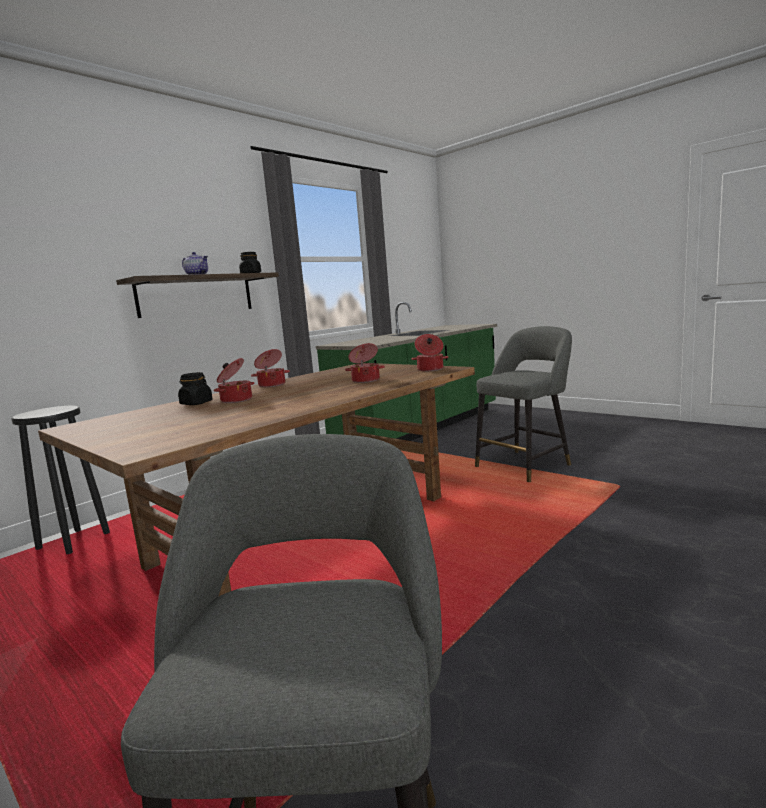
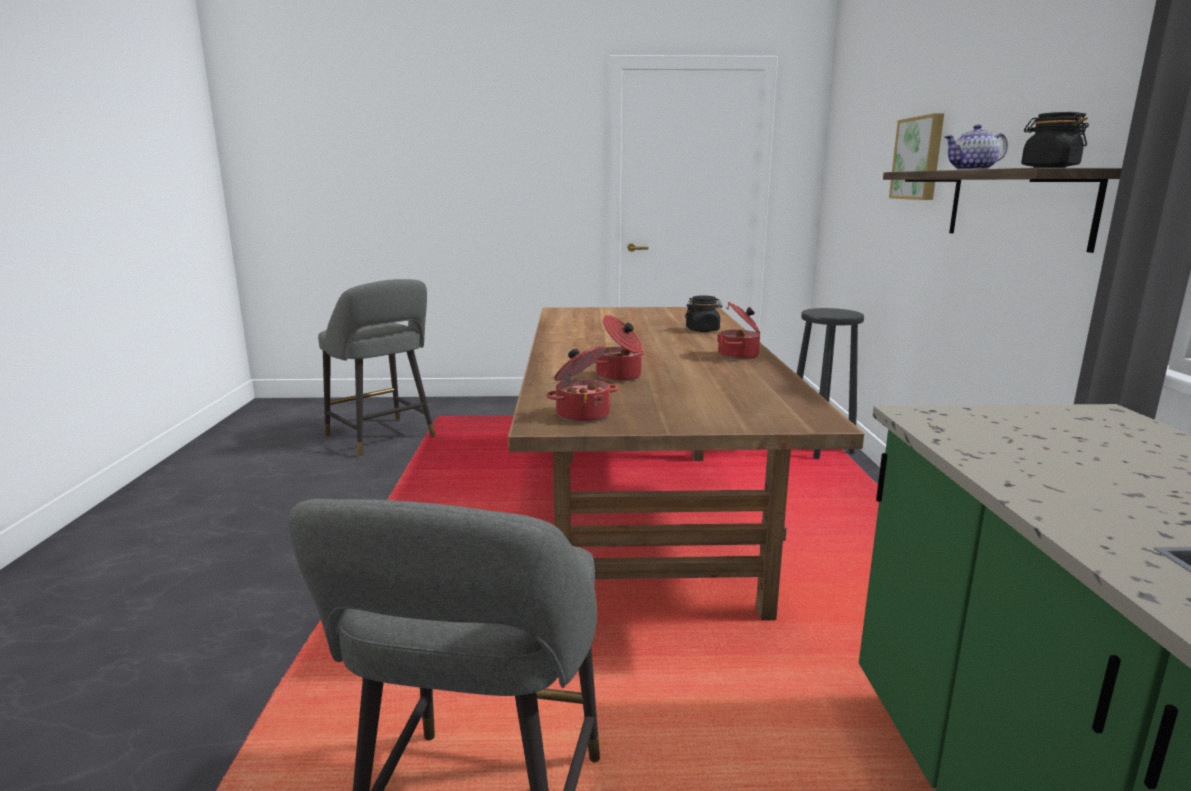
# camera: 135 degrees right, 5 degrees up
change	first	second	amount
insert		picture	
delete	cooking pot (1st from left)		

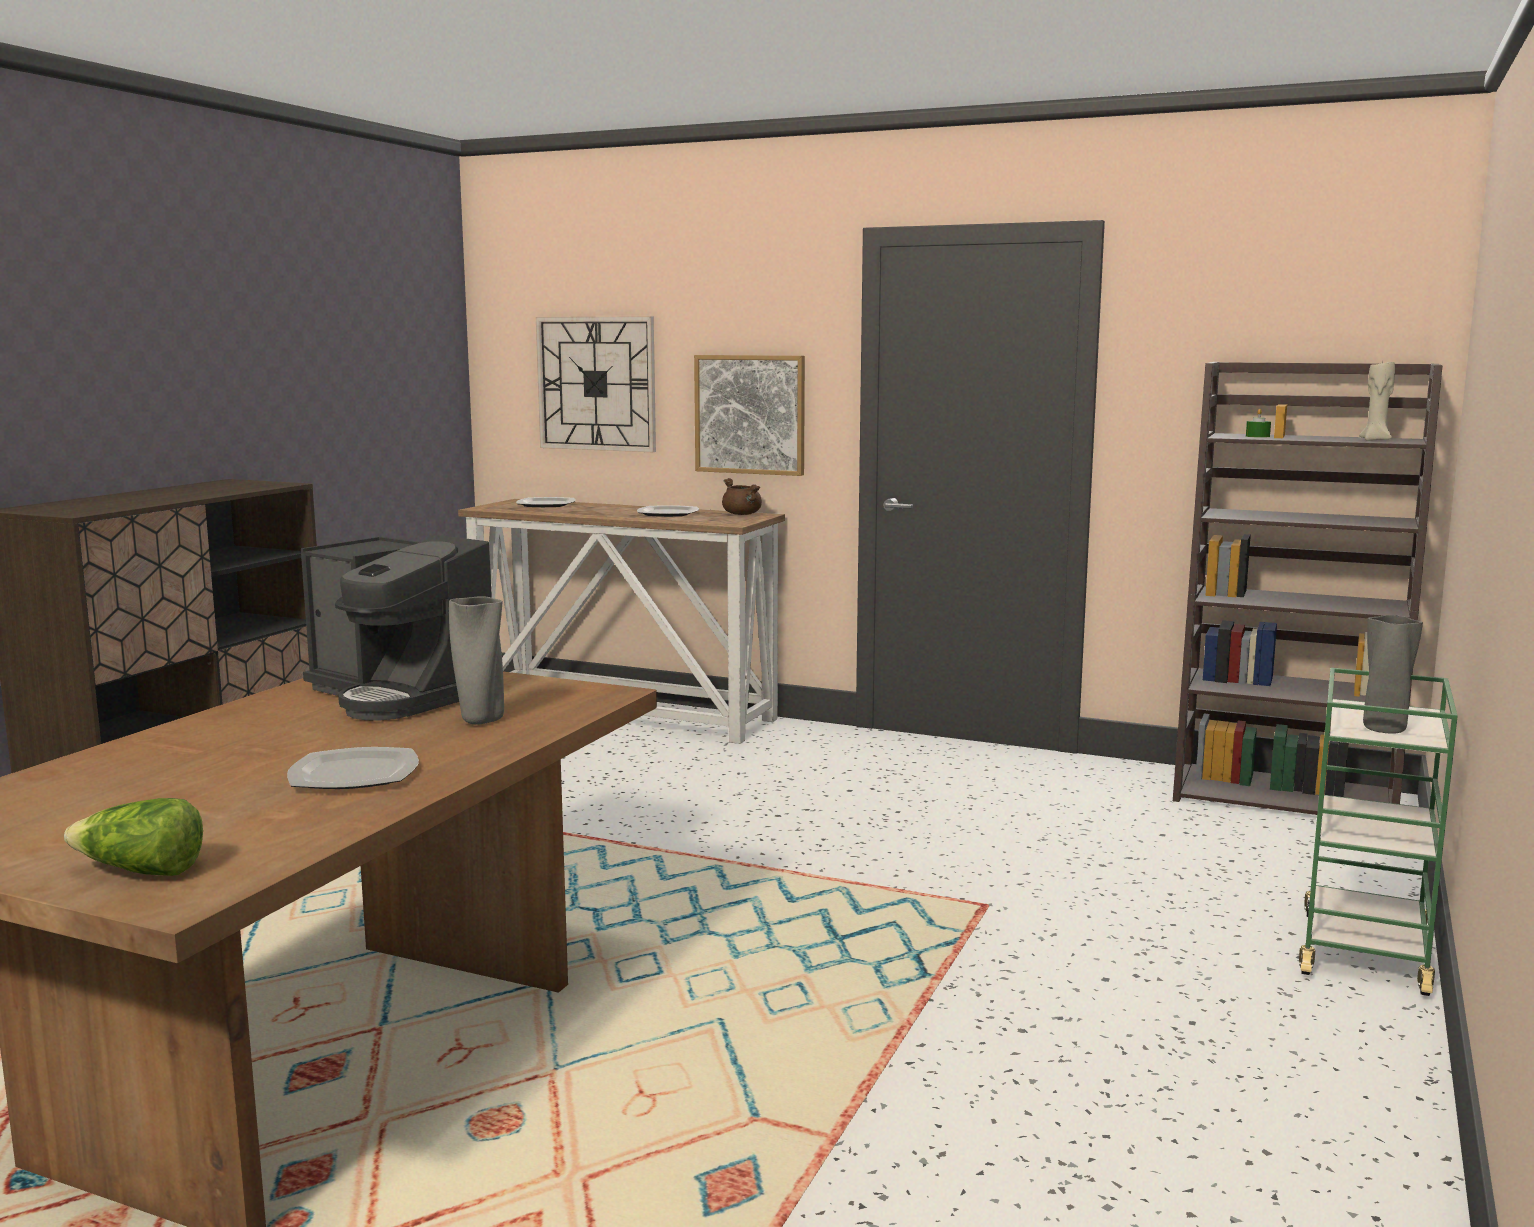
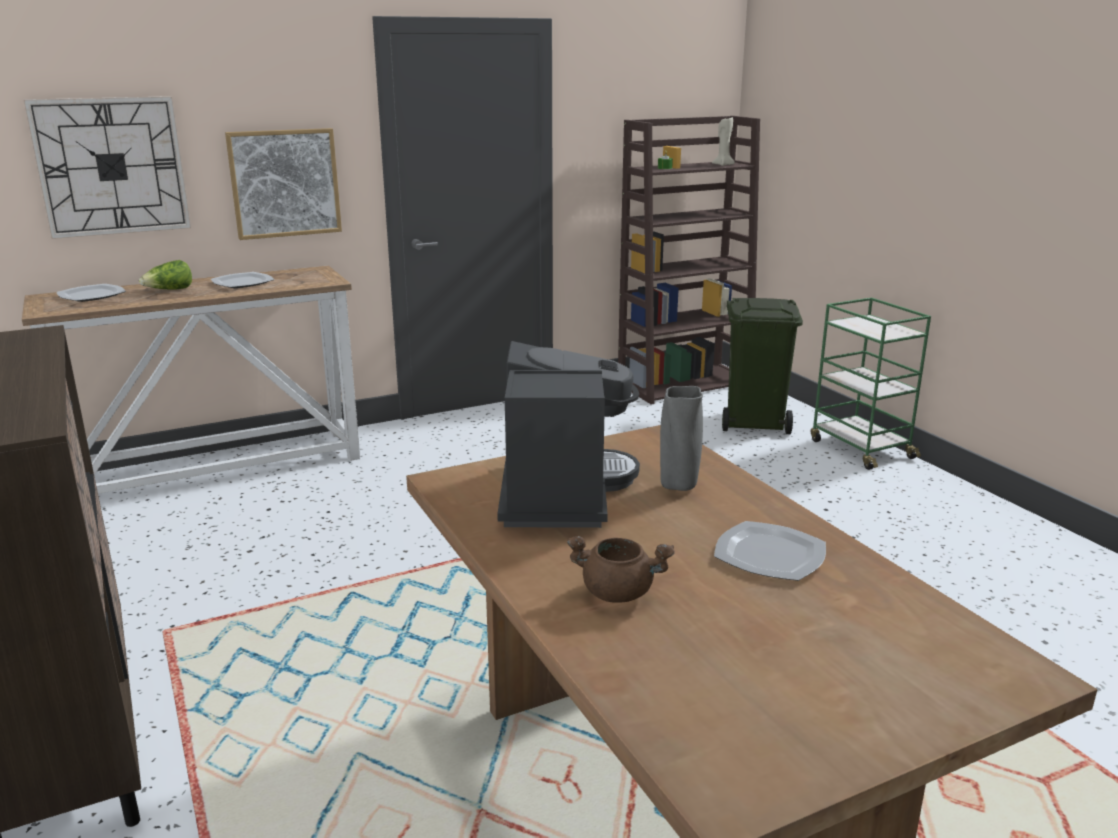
# camera: 50 degrees left, 10 degrees up
change	first	second	amount
move	lettuce head		
rotate	coffee maker		75 degrees counterclockwise
move	brown cooking pot		
insert		green-coloured trash can	
delete	greyish flower vase (2nd from left)		

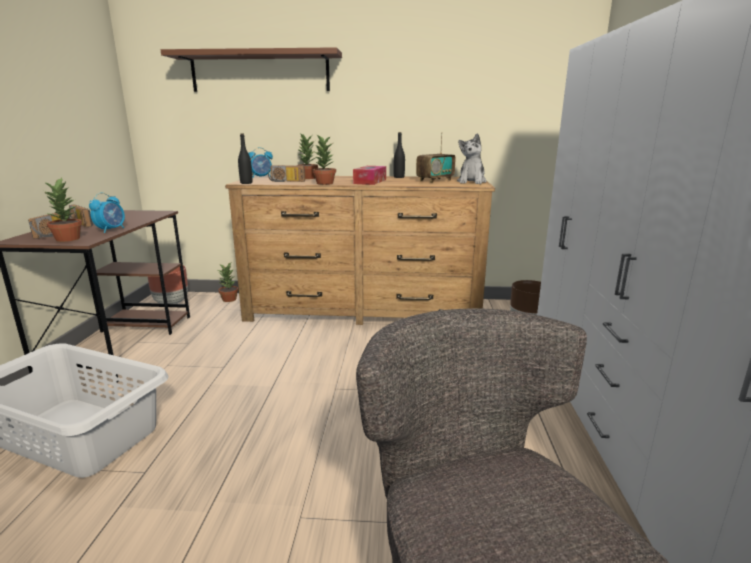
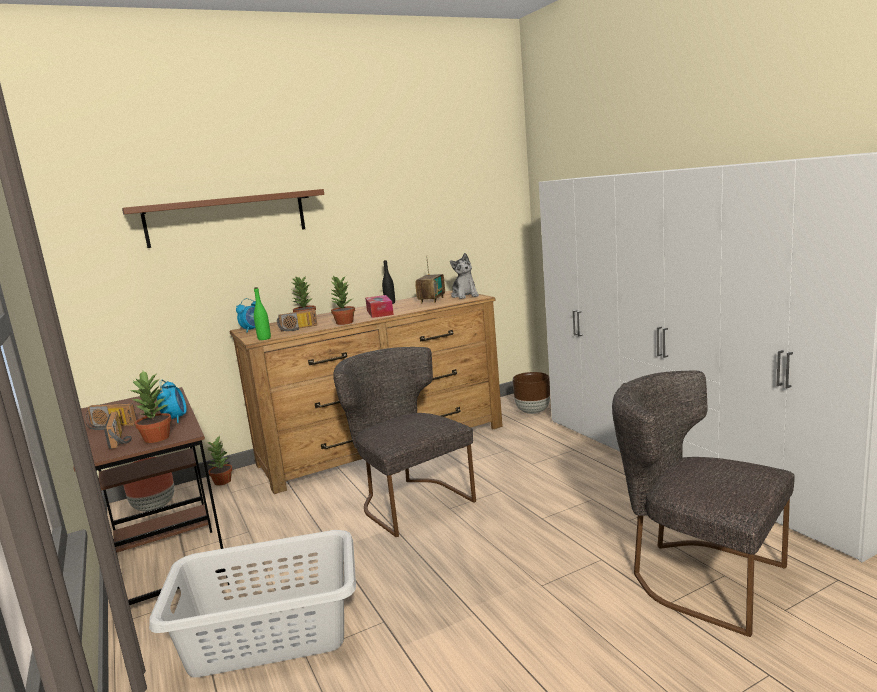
# camera: 30 degrees left, 5 degrees down
change	first	second	amount
recolor	black bottle (1st from left)	green-coloured bottle	
insert		greyish chair (1st from left)	

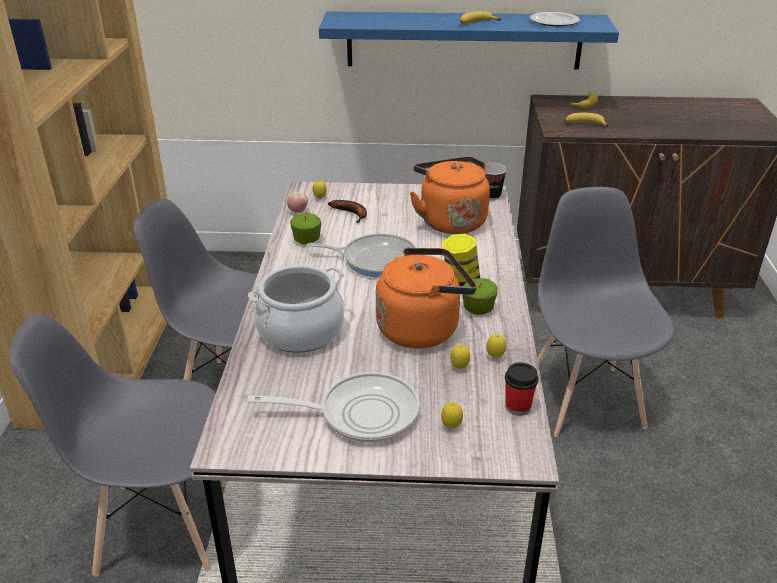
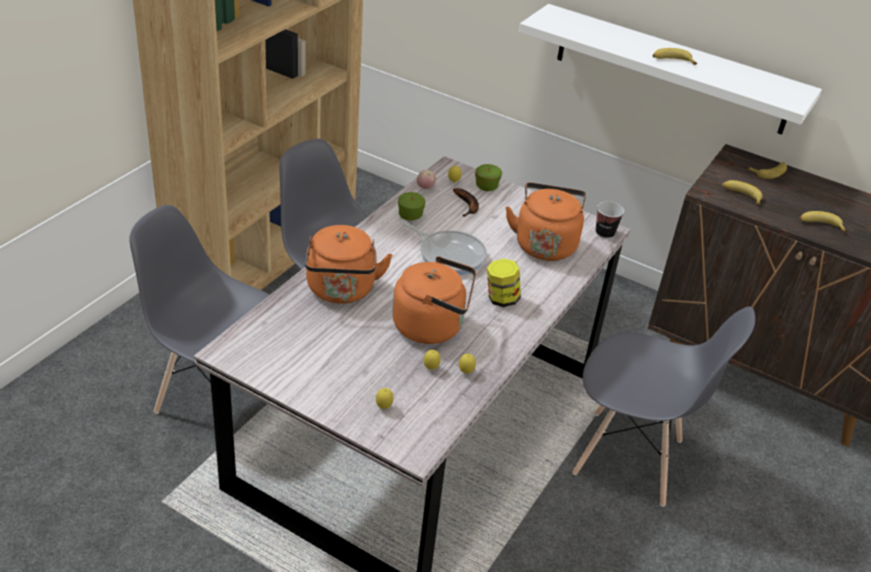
# camera: 25 degrees right, 5 degrees up
change	first	second	amount
replace	cooking pot	orangey water kettle (1st from left)	
move	whole apple (3rd from left)		
recolor	blue-coloured wall shelf	whitish wall shelf	
rotate	greyish chair (3rd from left)		90 degrees clockwise
insert		banana fruit (5th from left)	
delete	pan (1st from left)		
delete	cup (2nd from left)		
delete	plate		

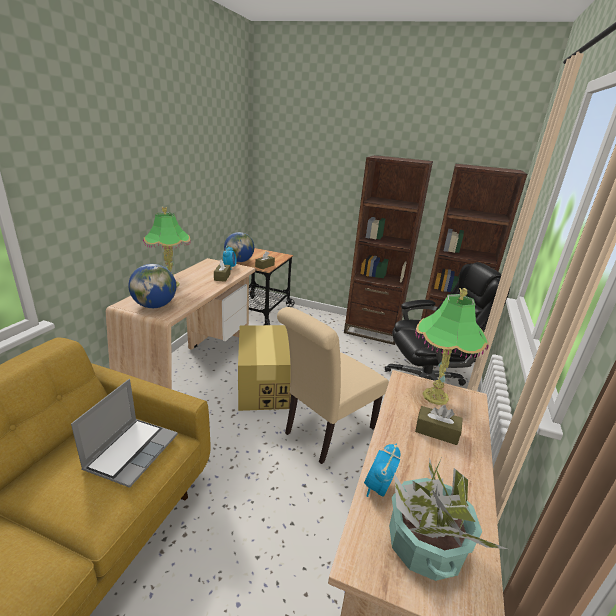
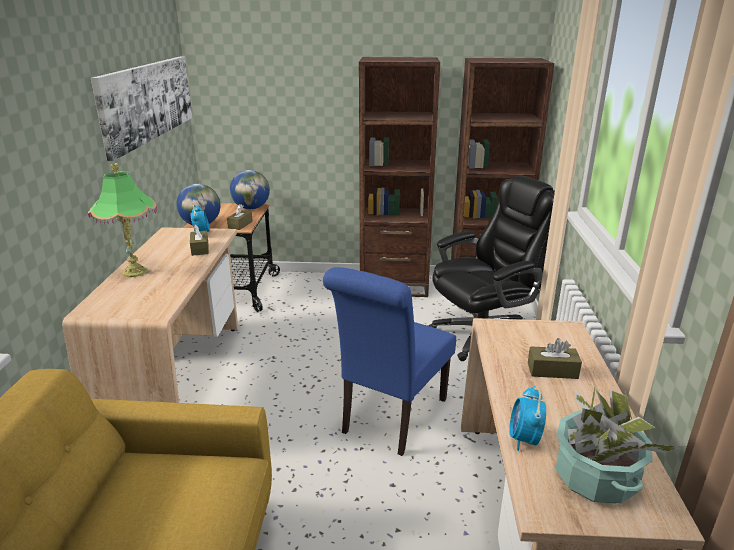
# camera: 15 degrees left, 0 degrees up
change	first	second	amount
insert		picture	
move	world globe (1st from left in the first image)	world globe (2nd from left)	
recolor	beige-coloured chair	blue-coloured chair	
delete	laptop		
delete	carton		
delete	table lamp (2nd from left)		

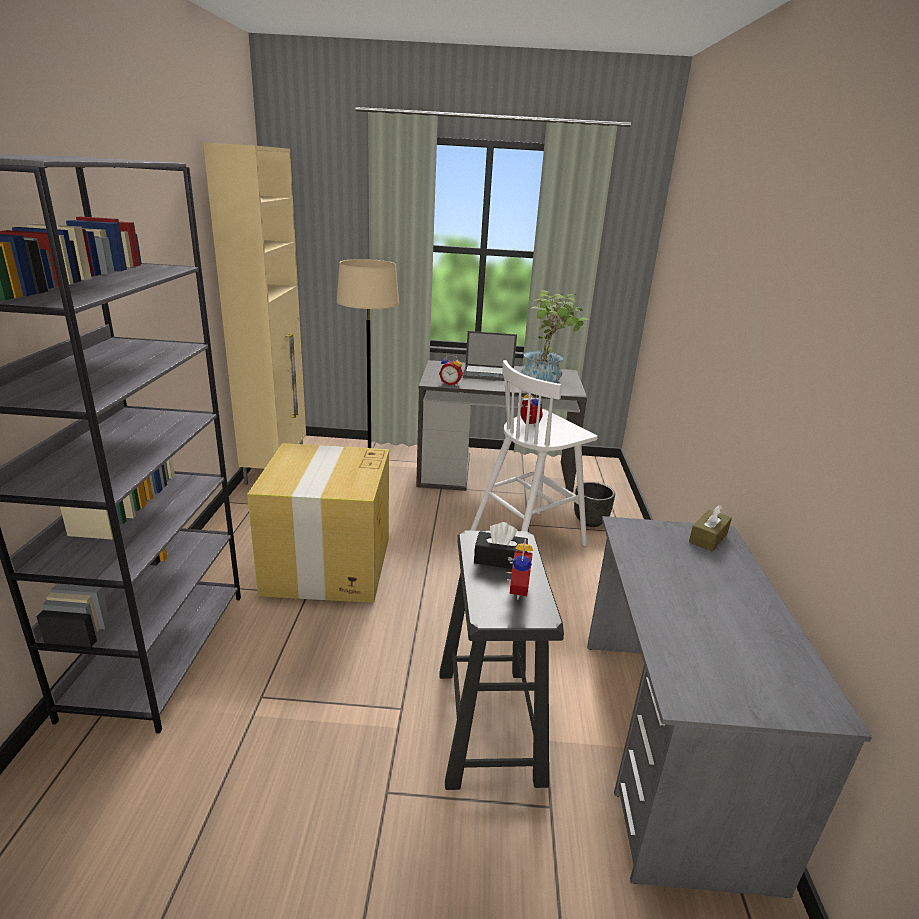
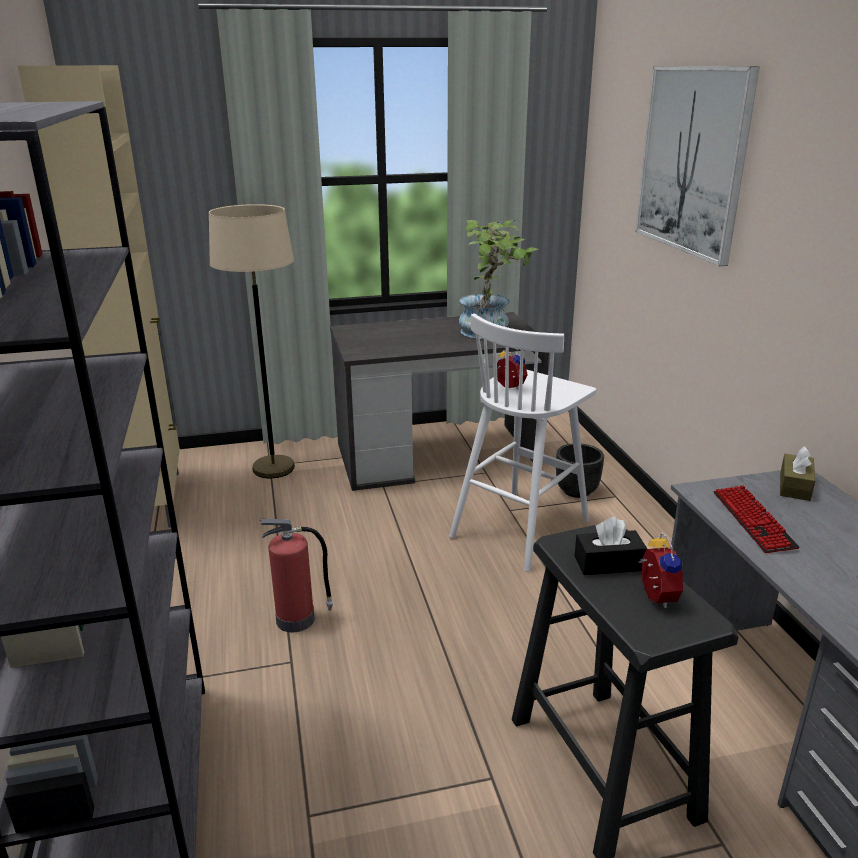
# camera: 15 degrees left, 0 degrees up
change	first	second	amount
replace	carton	fire-fighting cylinder	
insert		picture	
insert		PC keyboard	
delete	bedside clock (1st from left)		
delete	laptop		

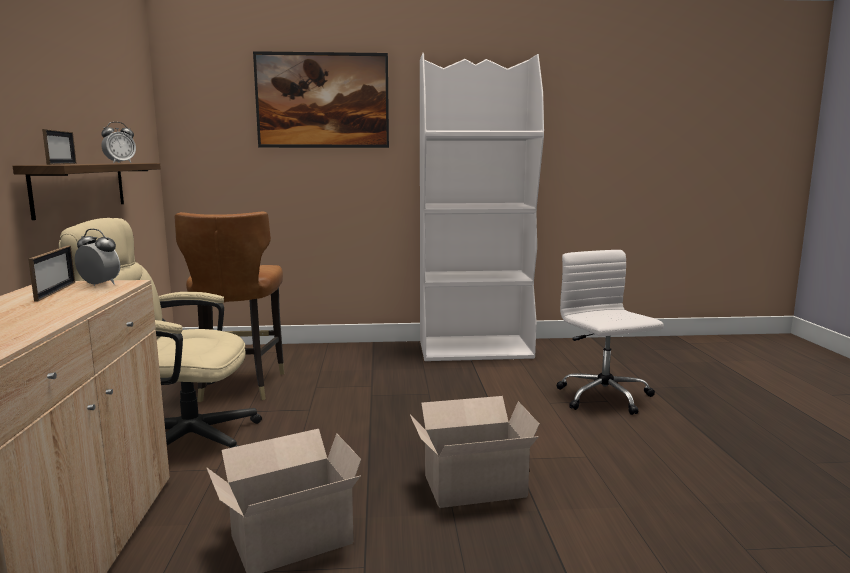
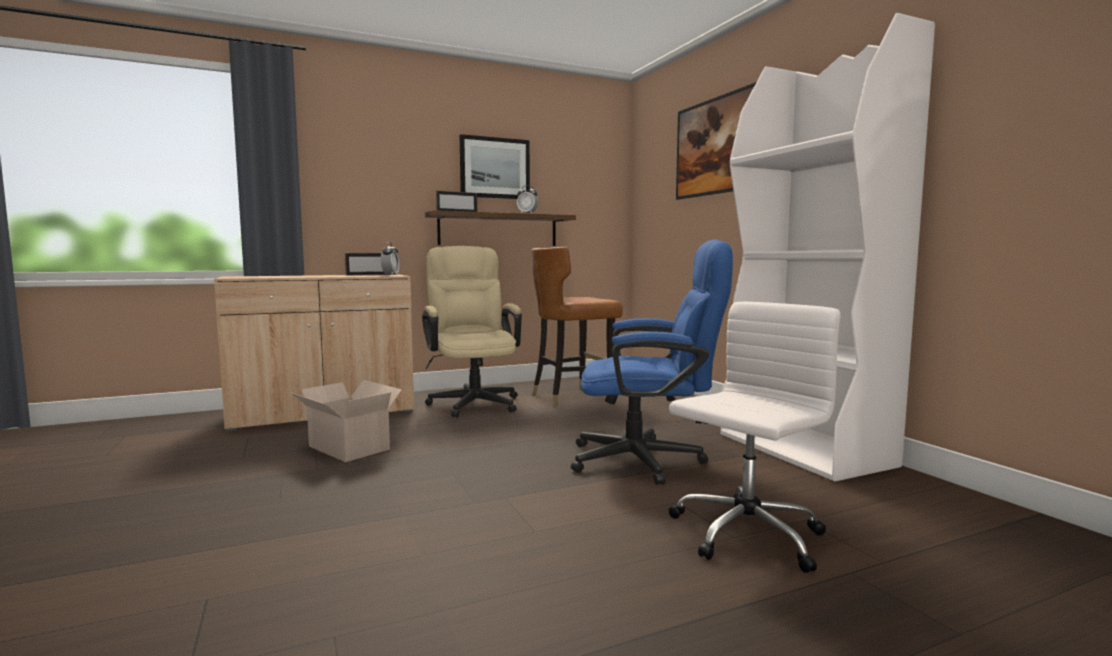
# camera: 70 degrees right, 5 degrees down
change	first	second	amount
insert		picture (1st from left)	
insert		blue-coloured computer chair	
delete	carton (2nd from left)		

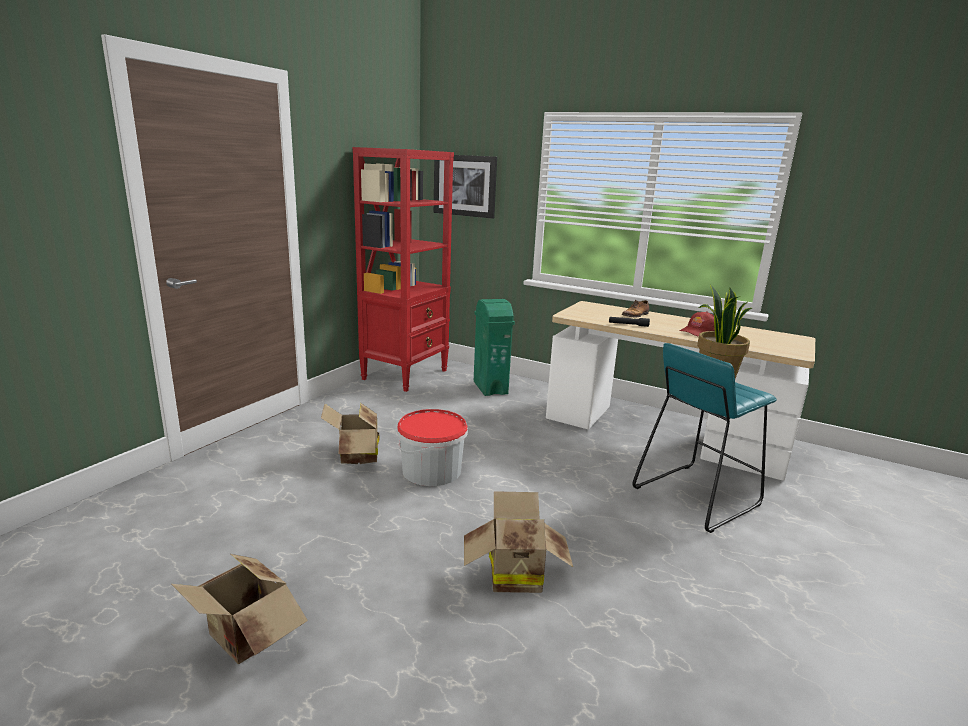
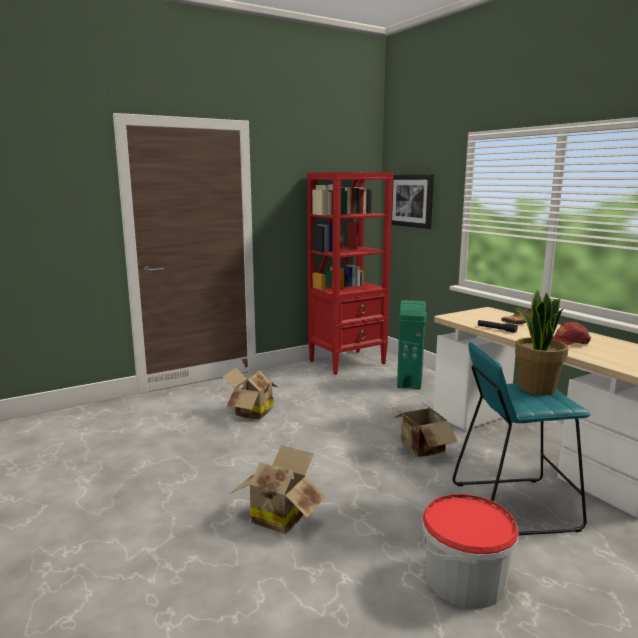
# camera: 30 degrees right, 5 degrees down
change	first	second	amount
move	carton (1st from left in the first image)	carton (3rd from left)	
move	pail		

